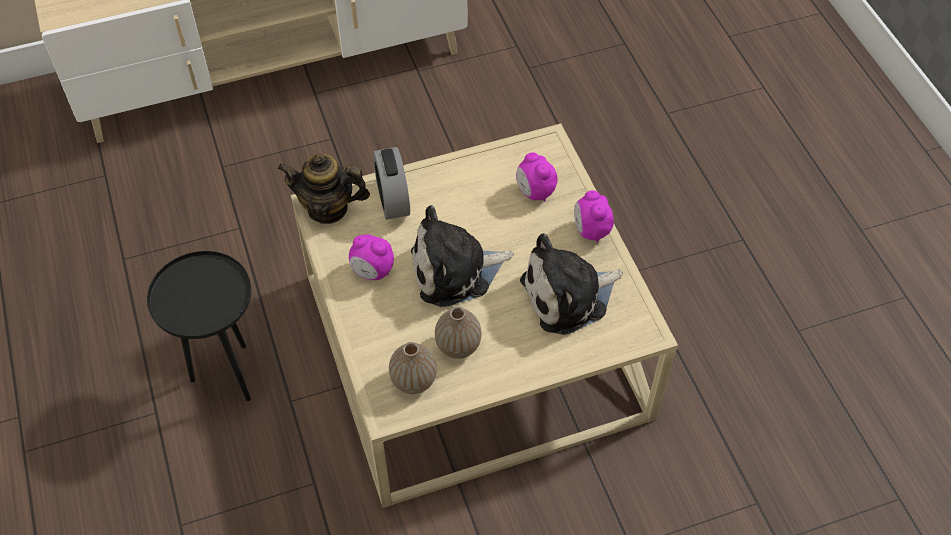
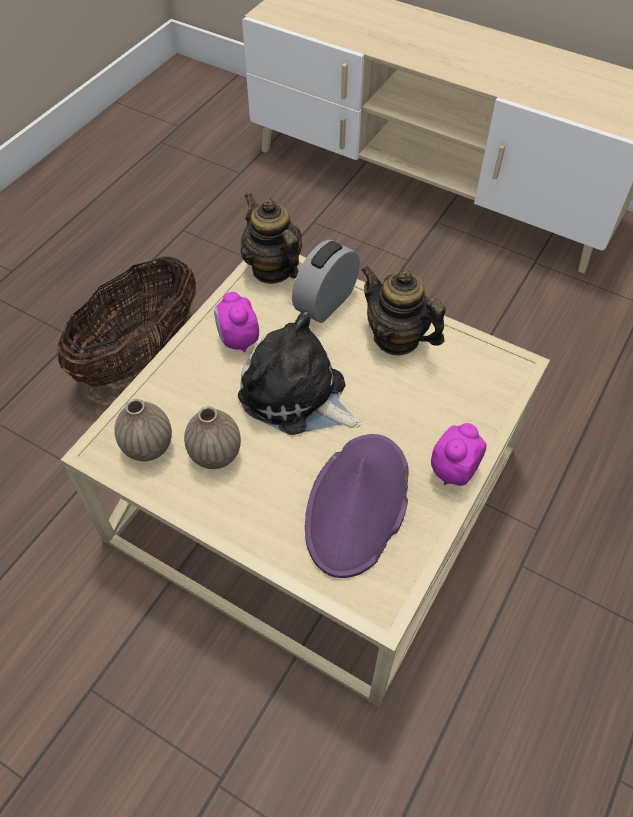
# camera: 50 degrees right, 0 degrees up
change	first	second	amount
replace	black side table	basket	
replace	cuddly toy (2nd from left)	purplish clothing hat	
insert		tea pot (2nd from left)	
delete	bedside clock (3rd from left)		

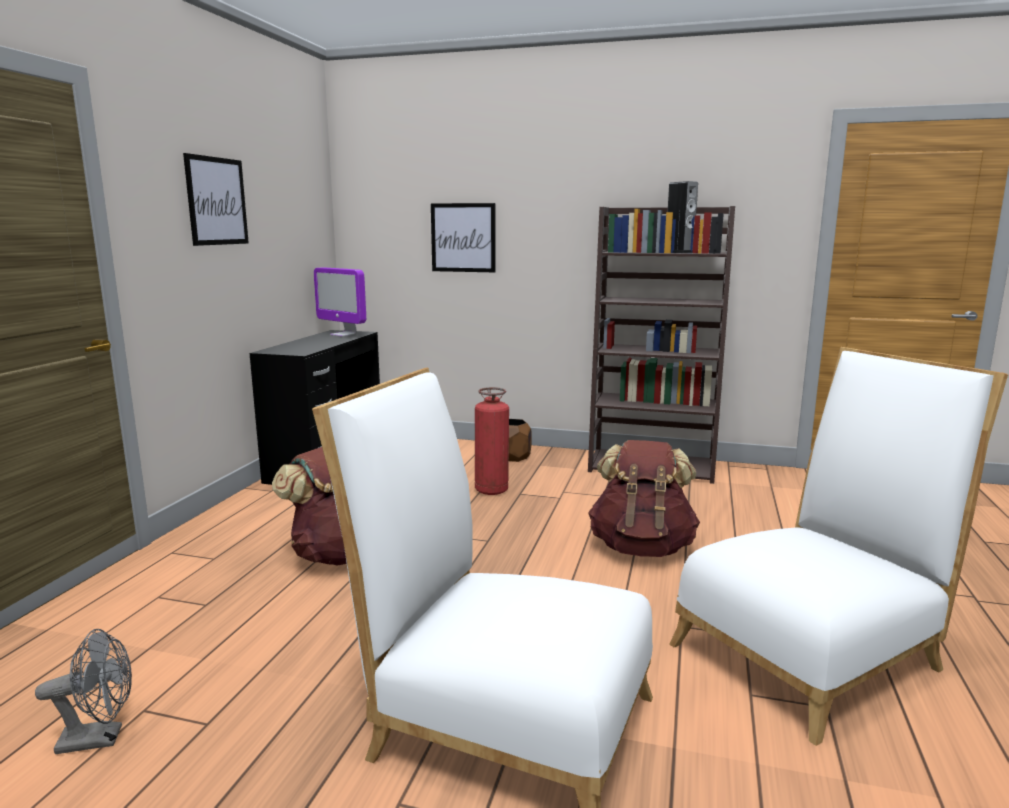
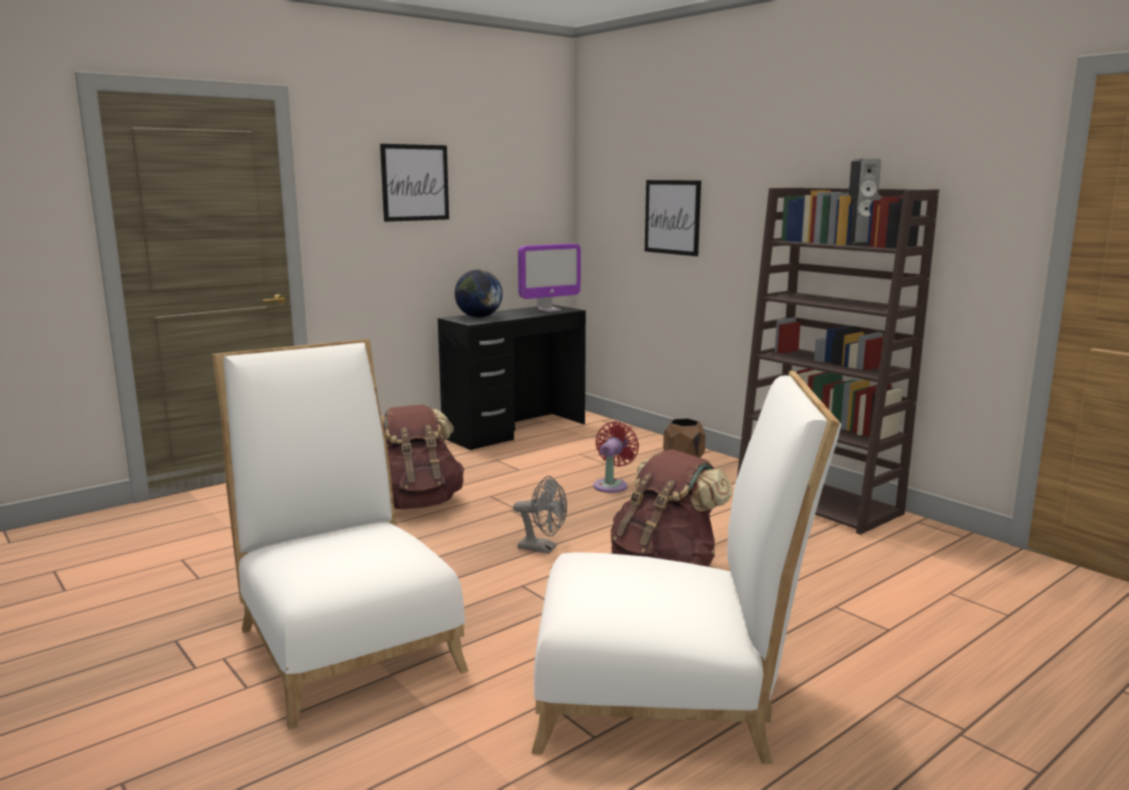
# camera: 35 degrees right, 0 degrees up
change	first	second	amount
insert		world globe	
move	greyish electric fan		
rotate	computer screen		105 degrees counterclockwise
replace	fire-fighting cylinder	reddish electric fan	

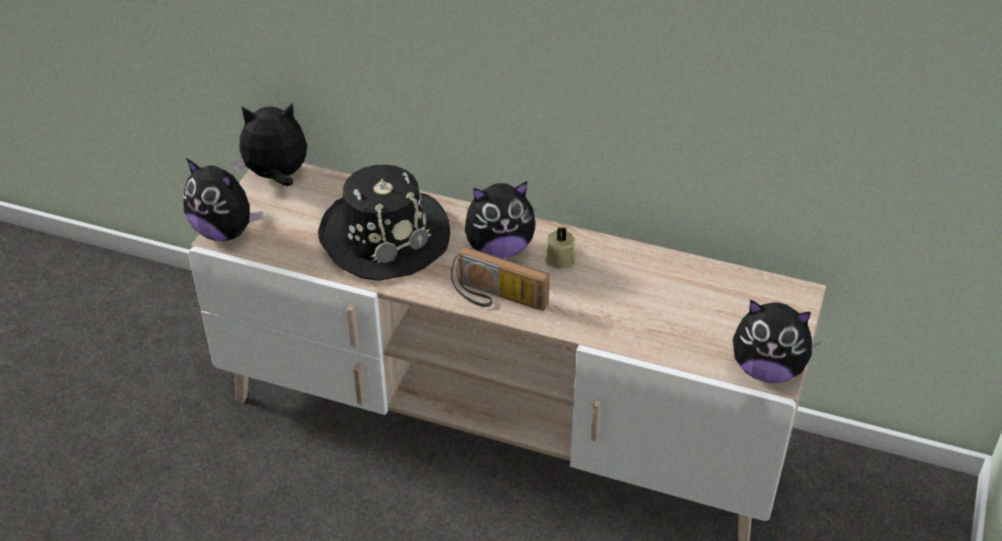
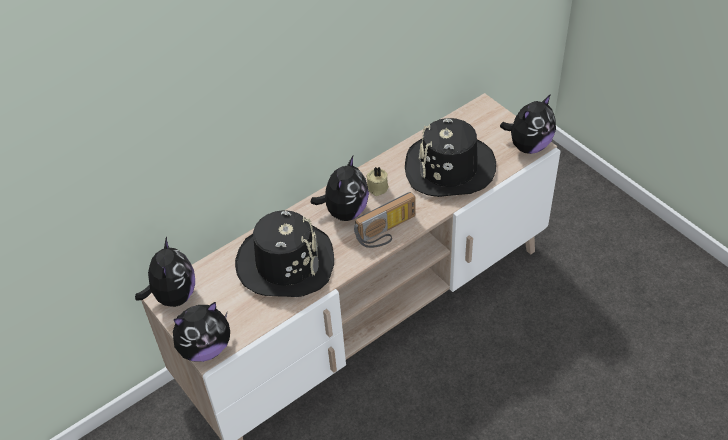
# camera: 55 degrees left, 5 degrees up
change	first	second	amount
rotate	cuddly toy (2nd from left in the first image)	cuddly toy (1st from left)	150 degrees clockwise
insert		black clothing hat (2nd from left)	

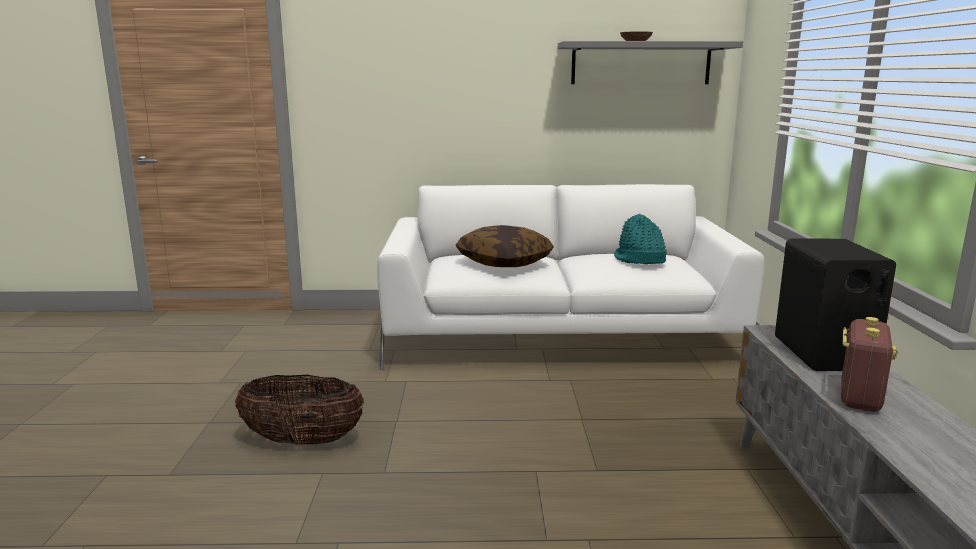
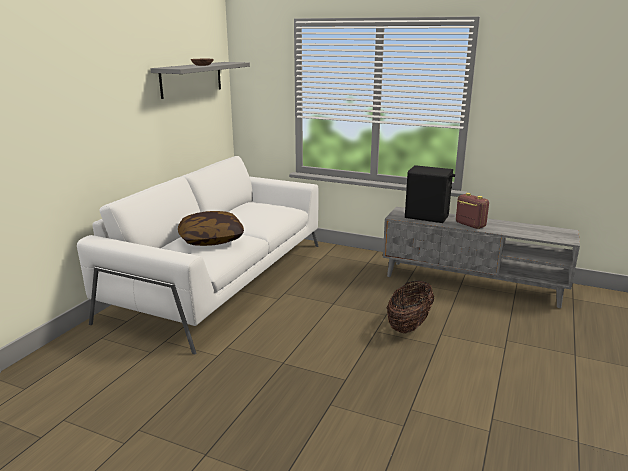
# camera: 65 degrees left, 5 degrees up
change	first	second	amount
move	basket		
delete	blue-green clothing hat		

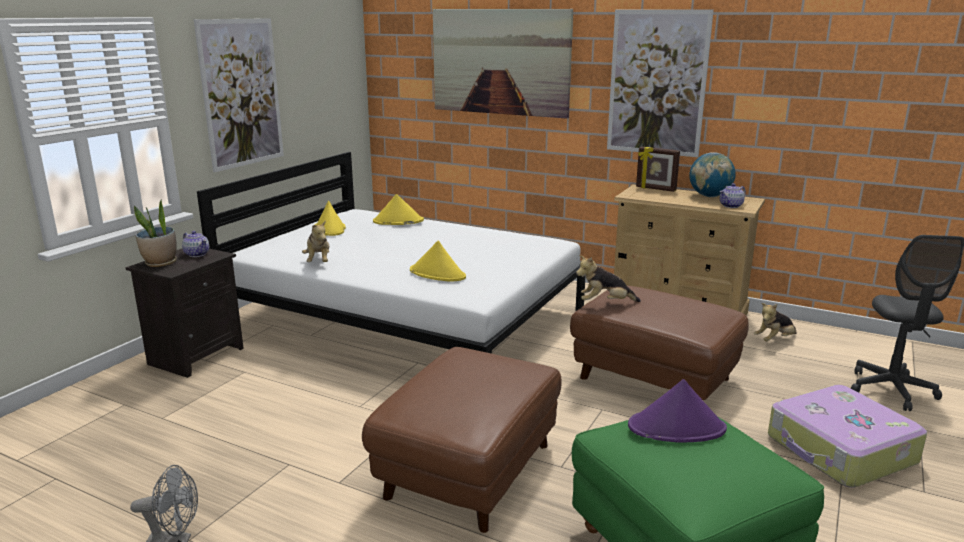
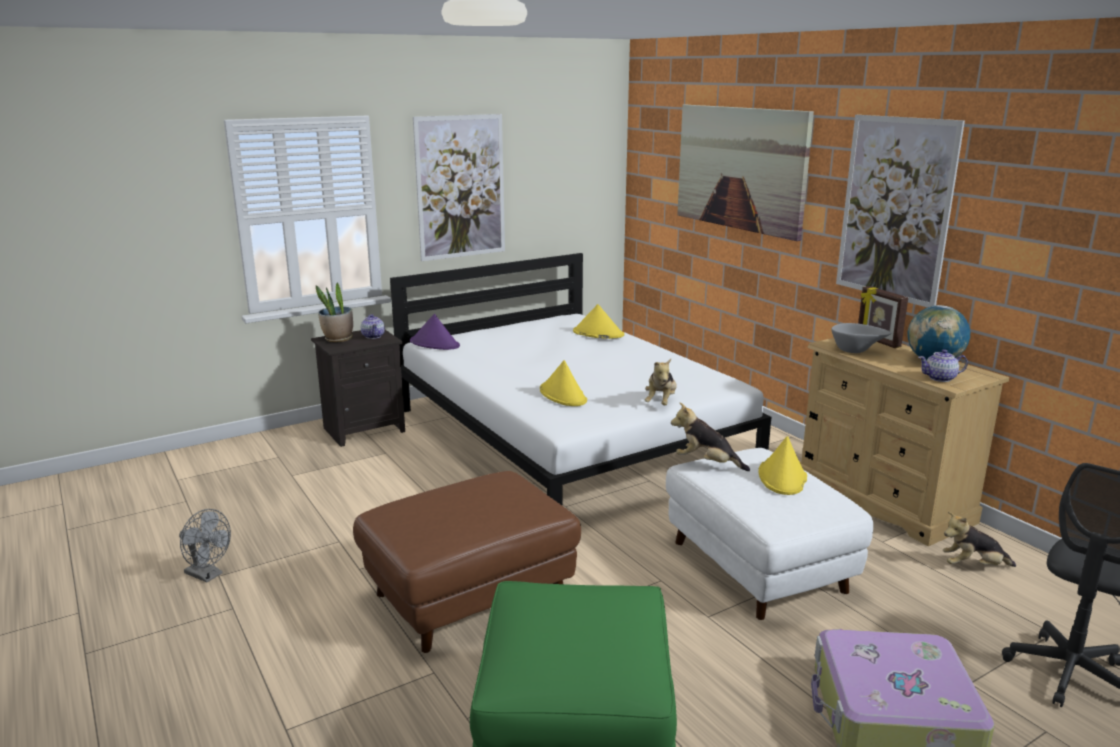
# camera: 30 degrees right, 0 degrees up
change	first	second	amount
move	purplish clothing hat		
move	cuddly toy (1st from left)		
recolor	brown ottoman (2nd from left)	whitish ottoman	
move	yellow-coloured clothing hat (1st from left in the first image)	yellow-coloured clothing hat (3rd from left)	
insert		greyish bowl	

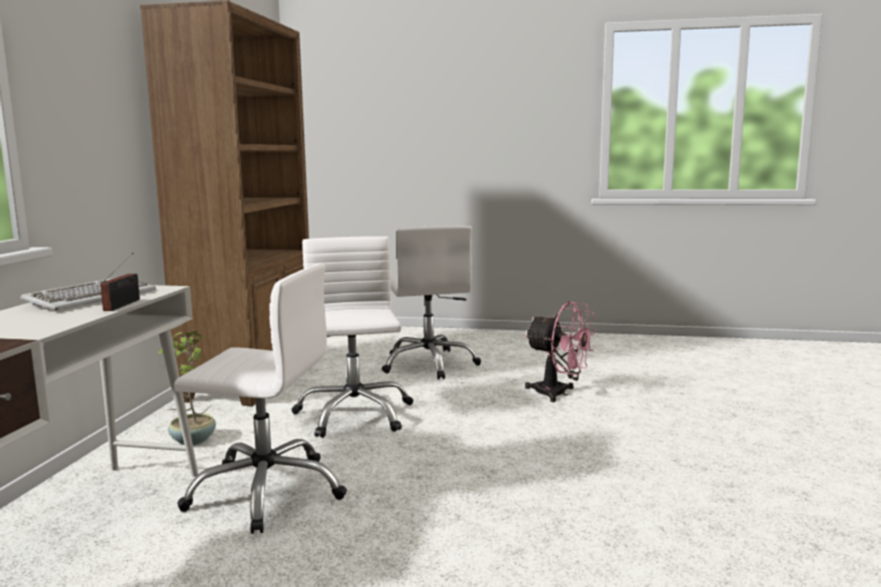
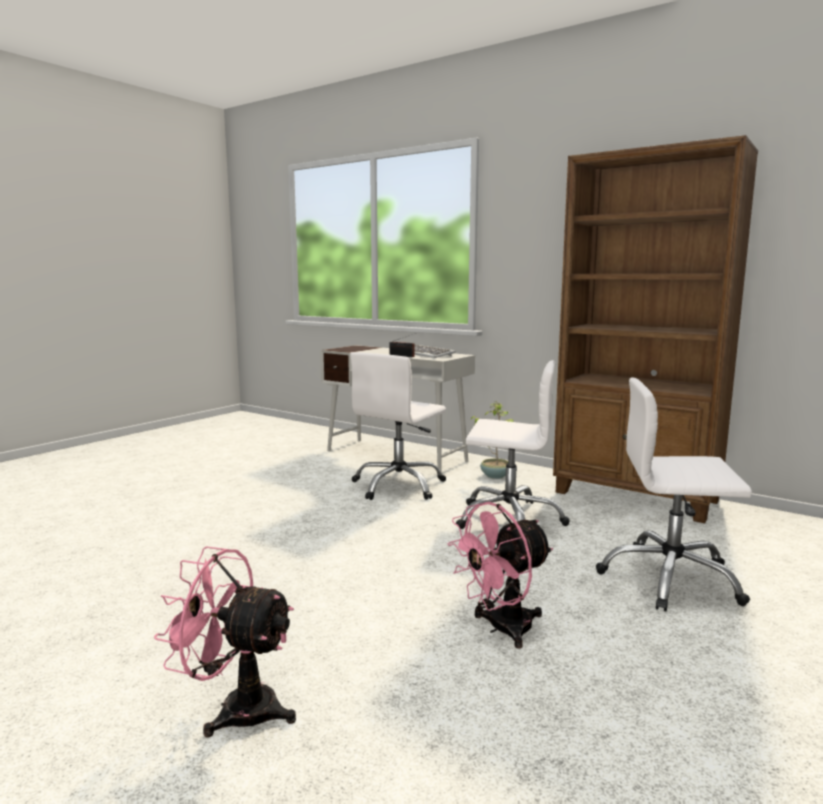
# camera: 115 degrees right, 0 degrees up
change	first	second	amount
insert		pink electric fan (1st from left)	

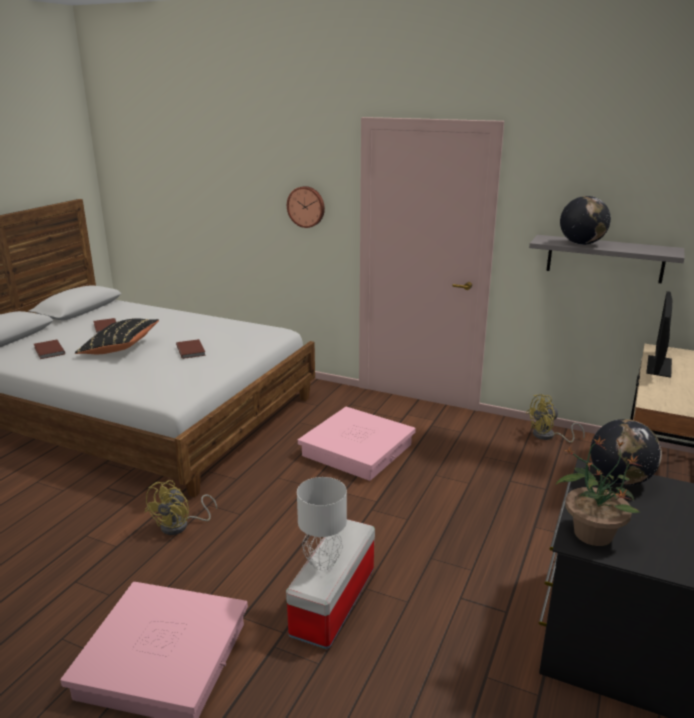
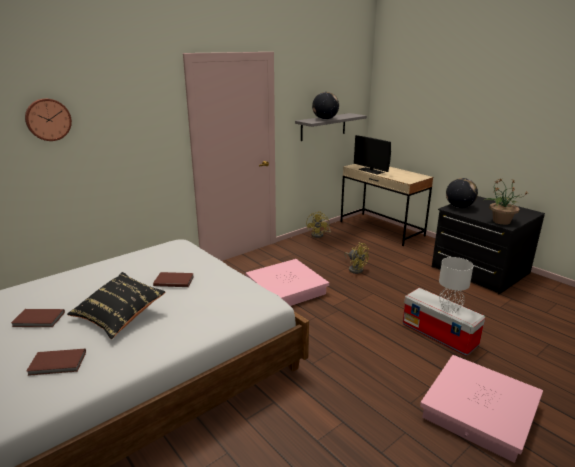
# camera: 65 degrees left, 0 degrees up
change	first	second	amount
move	wall clock		
move	yellow-coloured electric fan (1st from left in the first image)	yellow-coloured electric fan (2nd from left)	

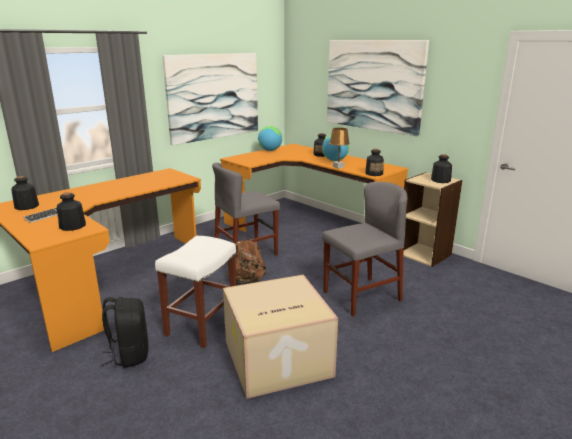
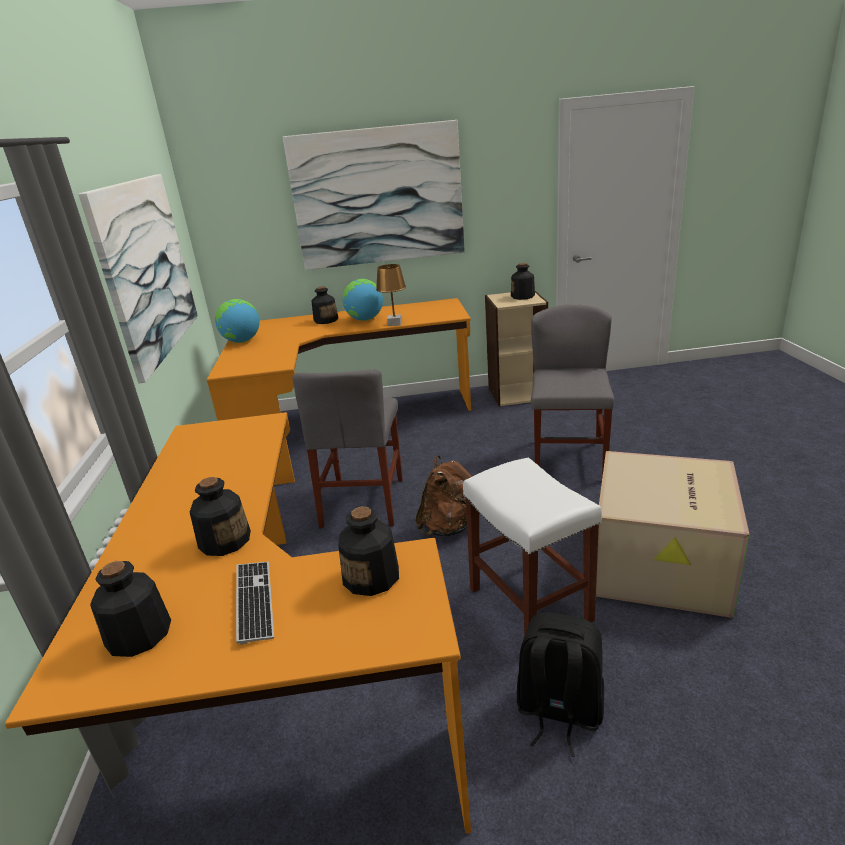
# camera: 50 degrees left, 5 degrees up
change	first	second	amount
move	bottle (4th from left in the first image)	bottle (2nd from left)	

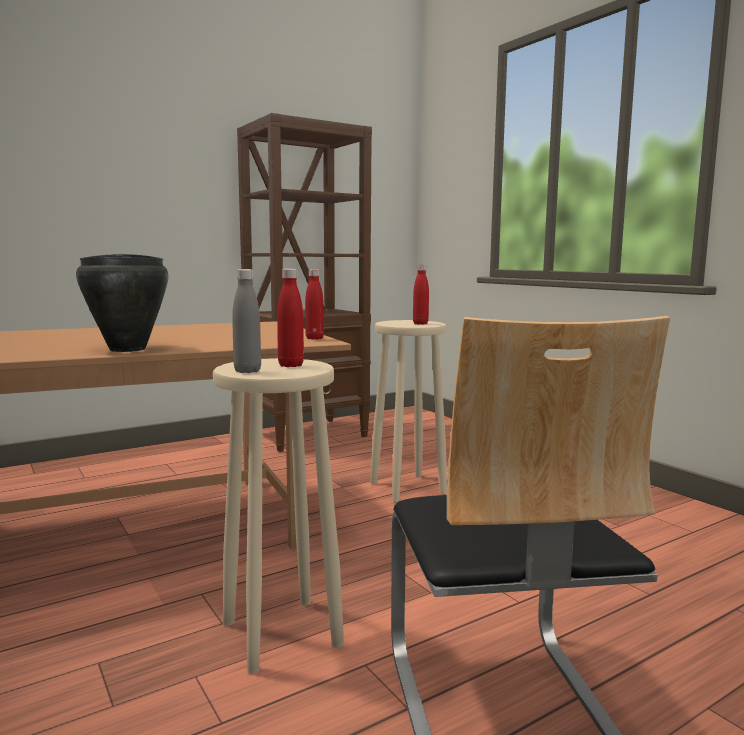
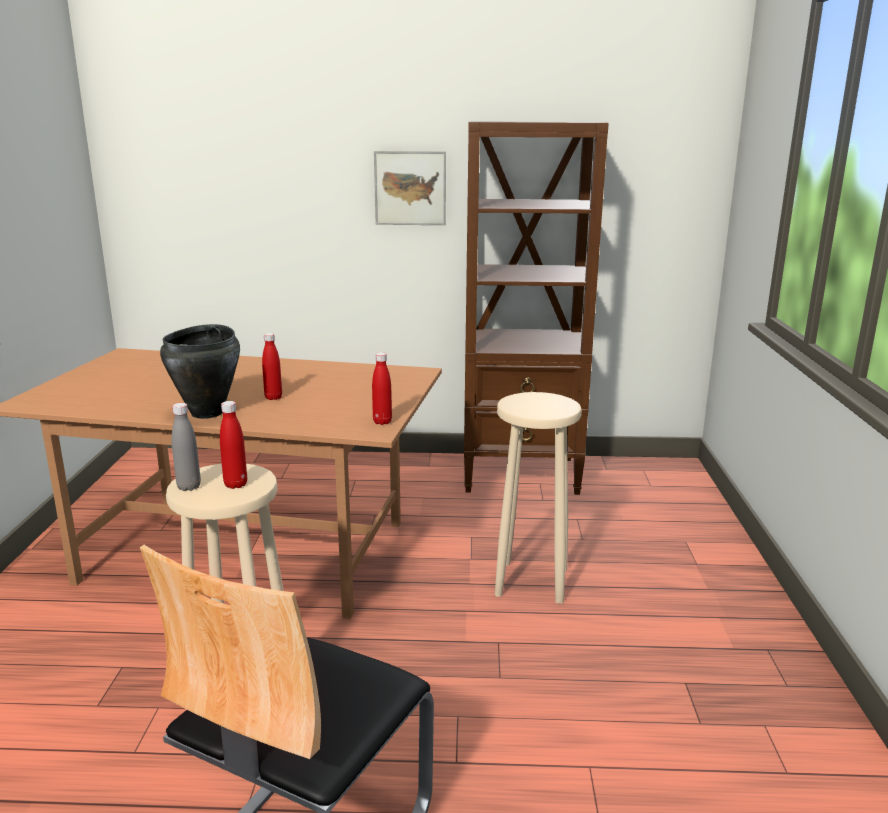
# camera: 35 degrees right, 10 degrees up
change	first	second	amount
move	reddish bottle (3rd from left in the first image)	reddish bottle (2nd from left)	
insert		picture	

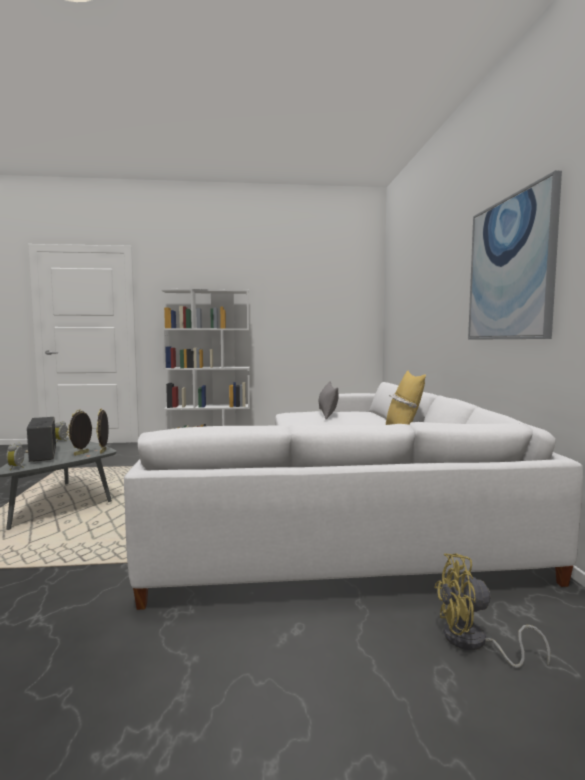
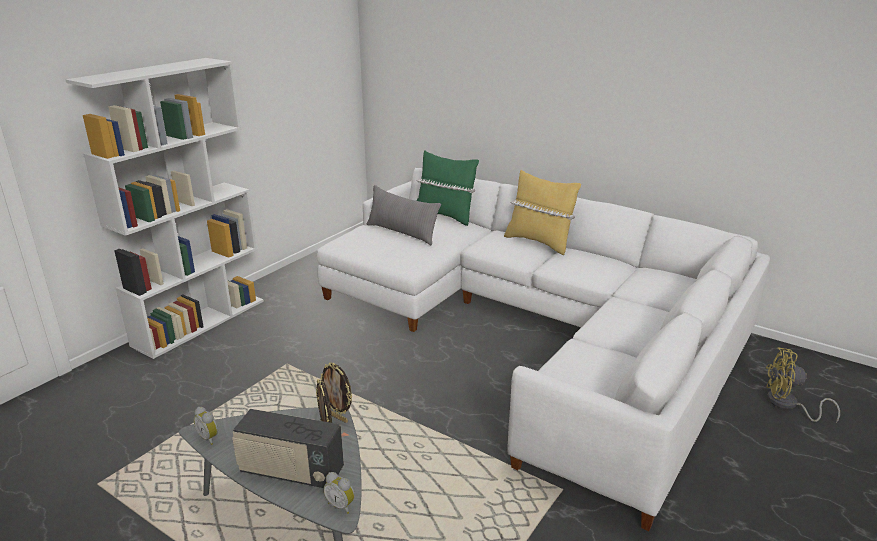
# camera: 50 degrees left, 20 degrees up
change	first	second	amount
insert		green-coloured cushion	
rotate	yellow-coloured electric fan		60 degrees clockwise
delete	picture		

